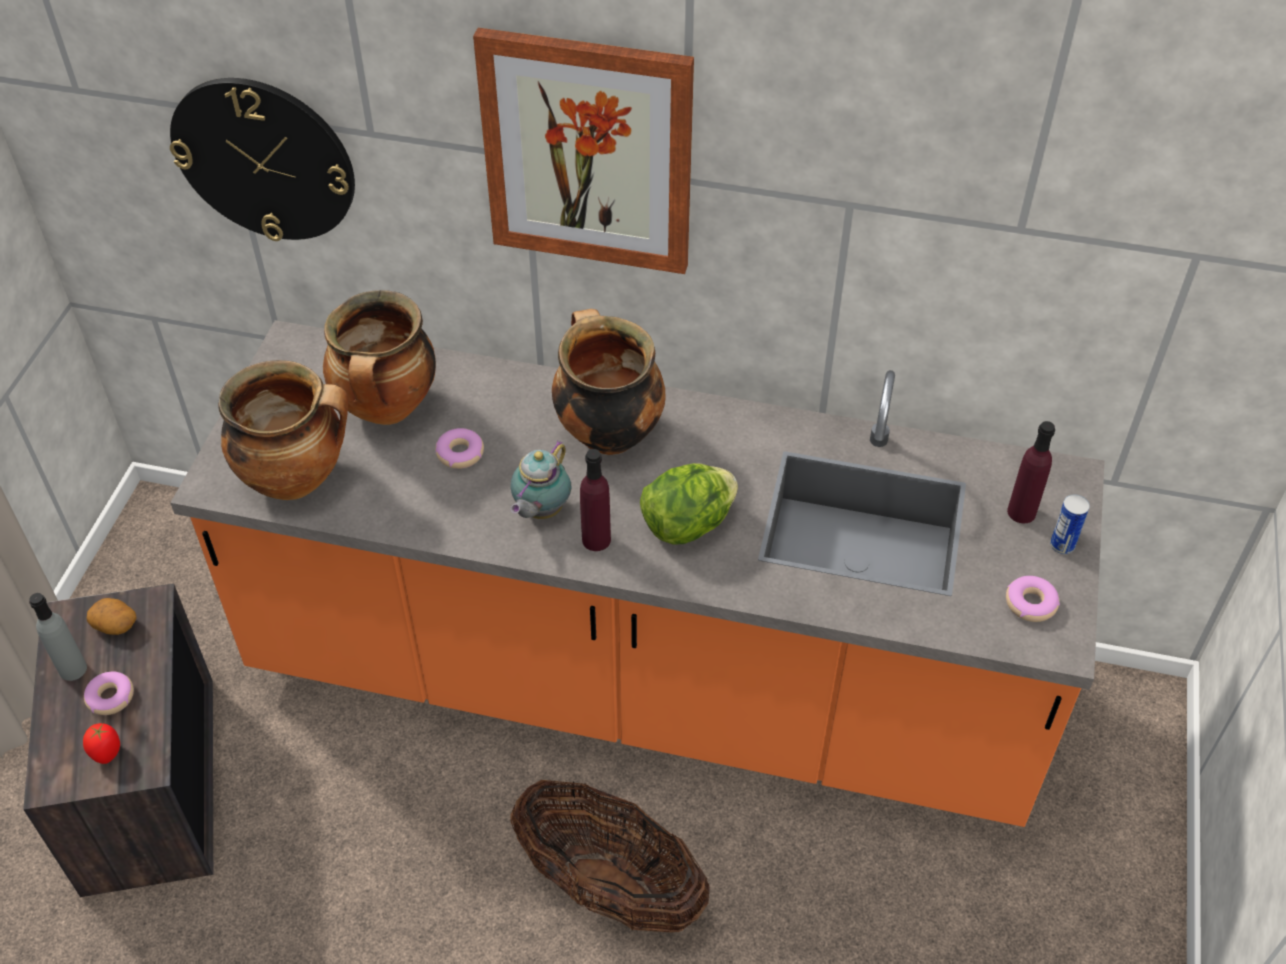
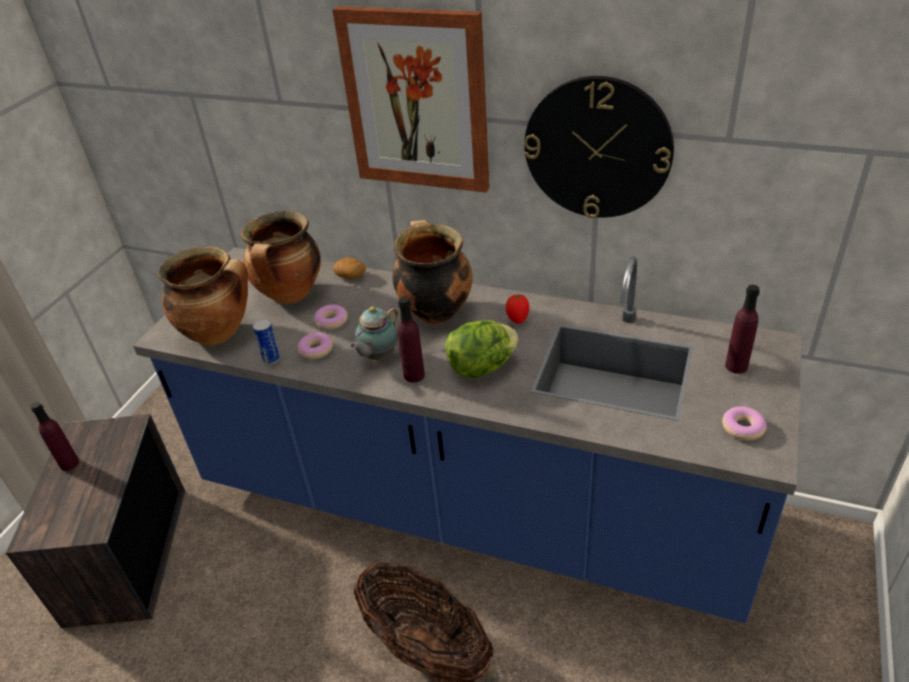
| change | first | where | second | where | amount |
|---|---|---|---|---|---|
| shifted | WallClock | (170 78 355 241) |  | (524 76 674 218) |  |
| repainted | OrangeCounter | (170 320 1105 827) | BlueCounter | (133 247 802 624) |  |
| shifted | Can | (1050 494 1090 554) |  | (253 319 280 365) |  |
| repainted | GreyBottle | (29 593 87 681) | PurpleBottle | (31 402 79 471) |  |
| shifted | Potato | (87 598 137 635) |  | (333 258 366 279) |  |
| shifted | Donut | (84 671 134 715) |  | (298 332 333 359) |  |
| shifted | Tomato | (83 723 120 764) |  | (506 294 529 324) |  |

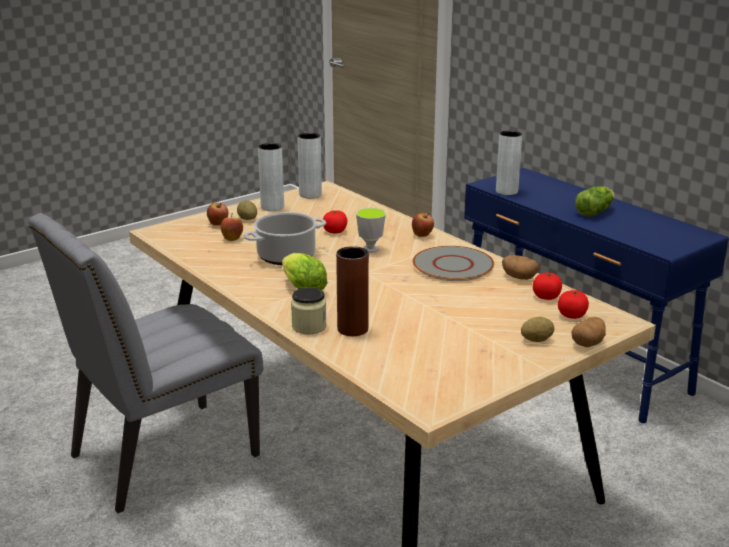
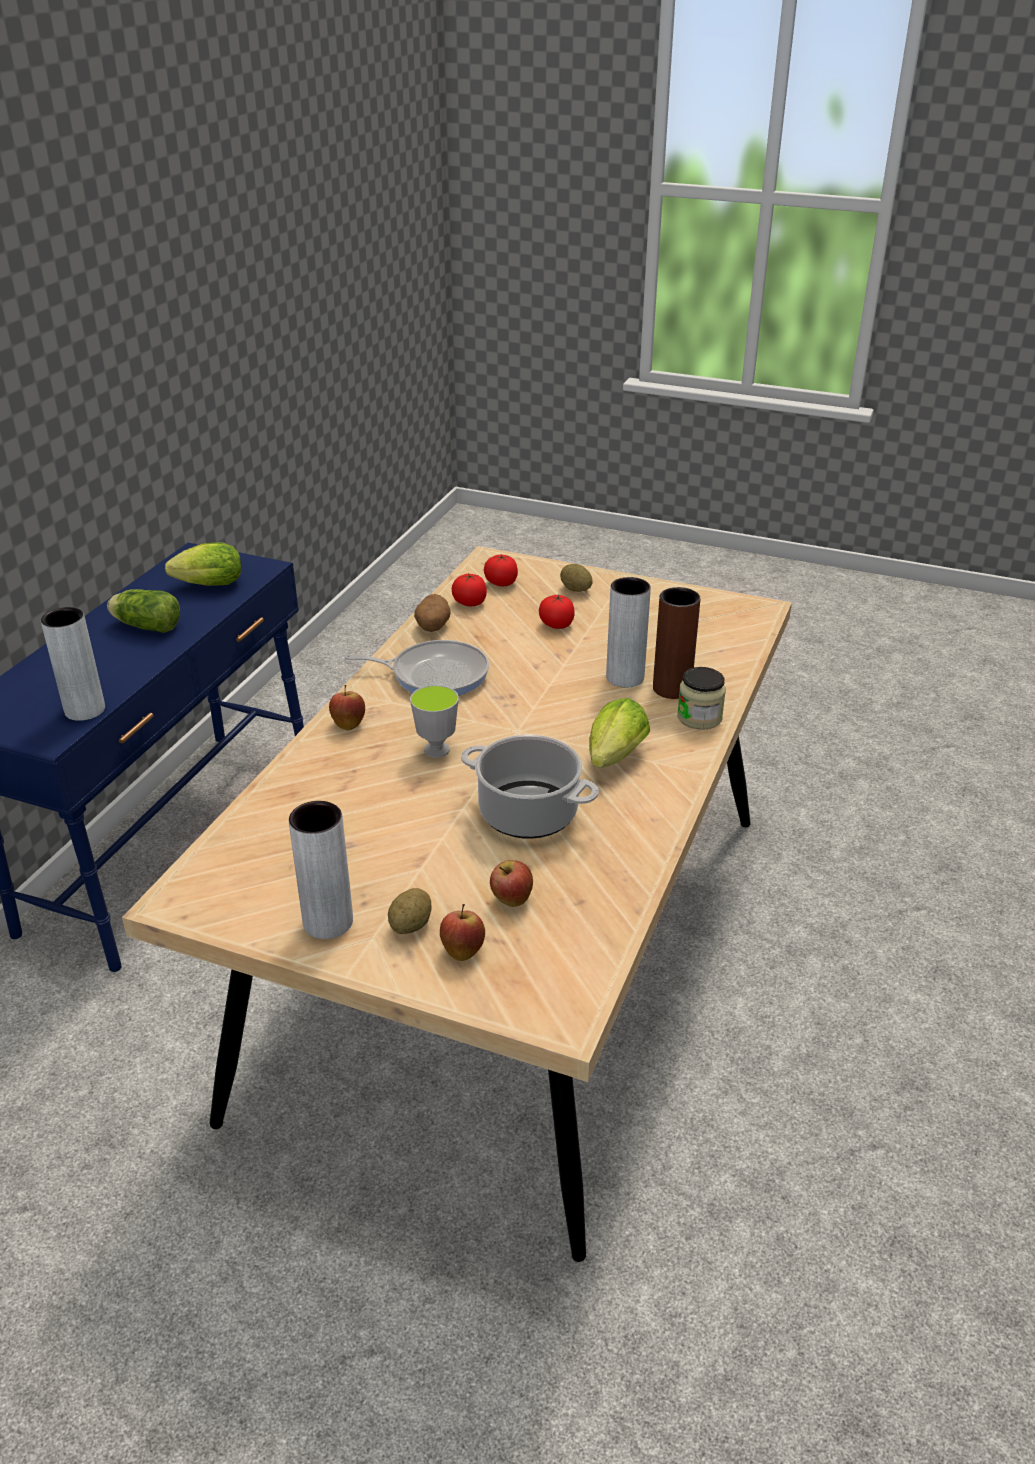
| change | first | where | second | where | amount |
|---|---|---|---|---|---|
| shifted | GreyVase | (297 133 322 199) |  | (606 577 651 688) |  |
| shifted | Tomato | (323 211 347 233) |  | (539 594 575 629) |  |
| gone | GreyChair | (28 213 263 513) |  |  |  |
| swapped | GreyPlate | (413 246 494 281) | FryingPan | (345 640 489 696) |  |
| gone | Potato | (572 317 606 347) |  |  |  |
| new |  |  | Lettuce | (165 542 241 586) |  |

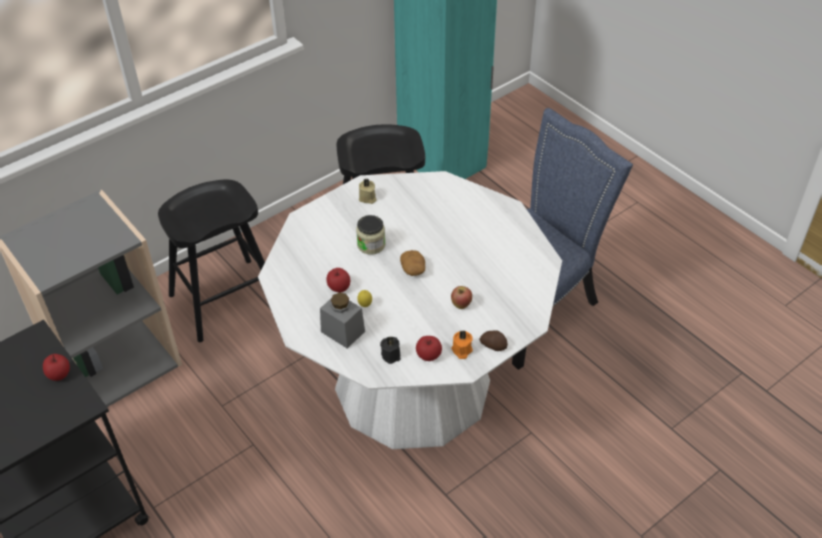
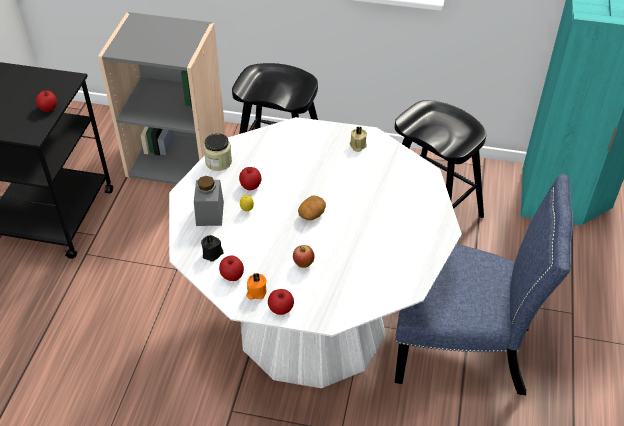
| change | first | where | second | where | amount |
|---|---|---|---|---|---|
| shifted | Jar | (356 215 386 255) |  | (203 133 232 171) |  |
| swapped | Potato | (480 330 508 351) | Apple | (268 289 294 315) |  |

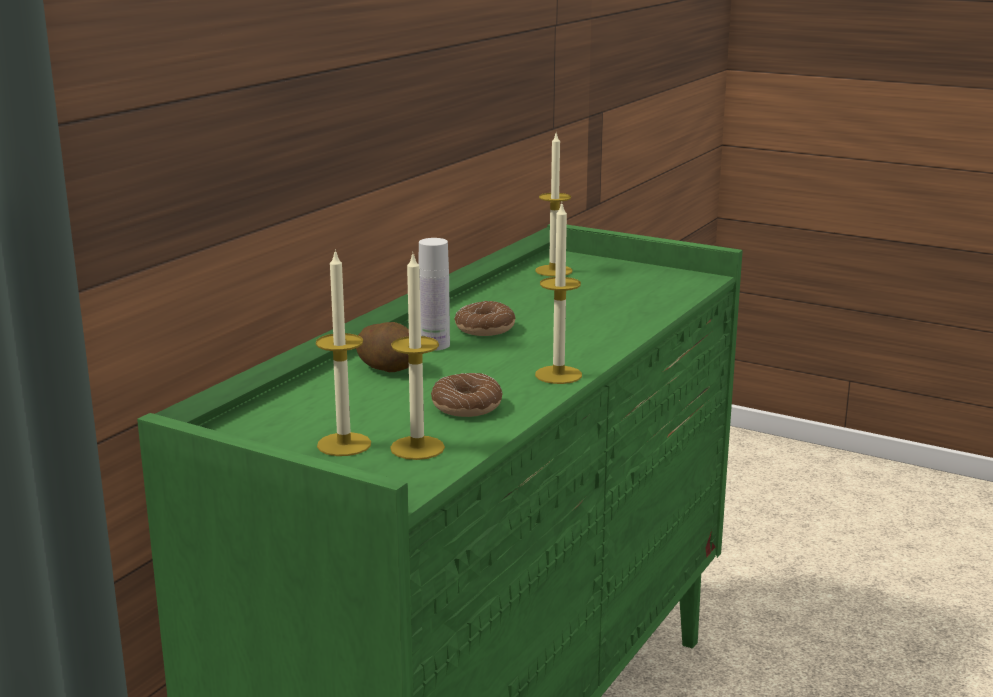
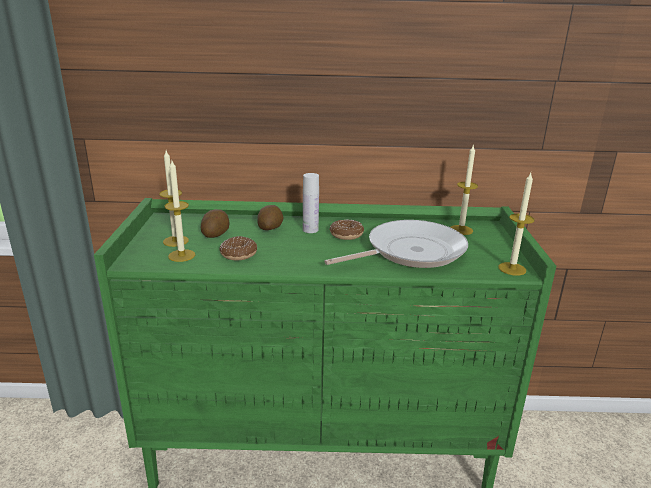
| change | first | where | second | where | amount |
|---|---|---|---|---|---|
| shifted | Candle | (535 204 582 384) |  | (498 173 535 276) |  |
| new |  |  | Potato | (201 209 230 238) |  |
| new |  |  | FryingPan | (324 220 468 268) |  |

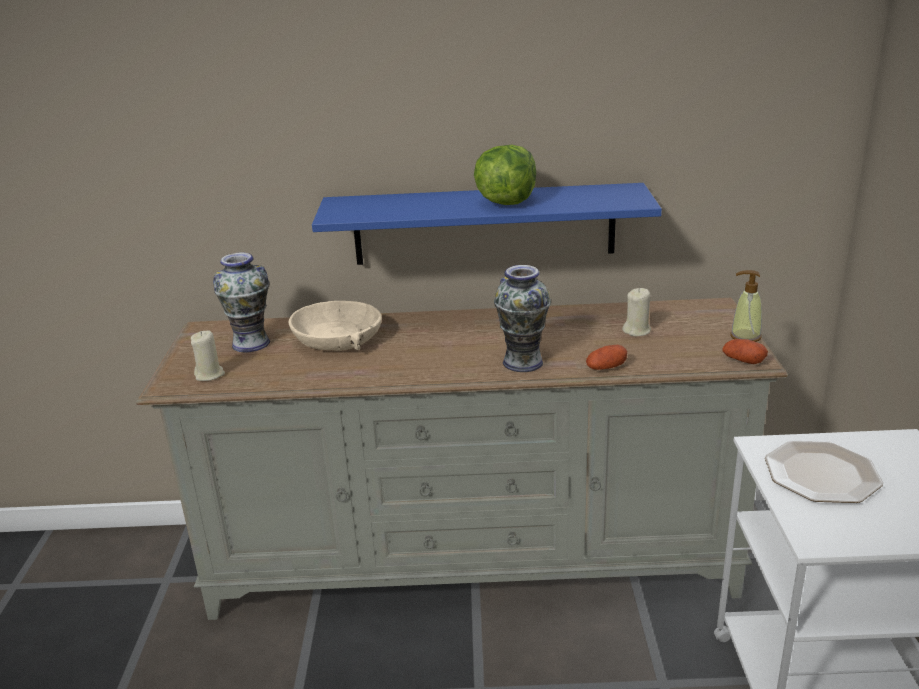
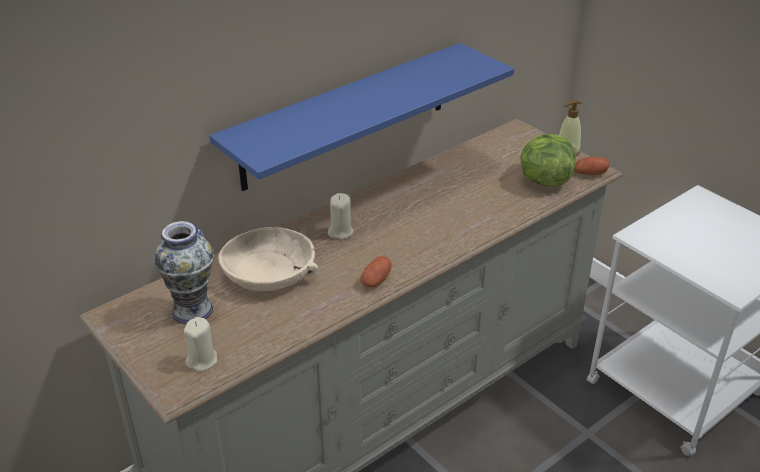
| change | first | where | second | where | amount |
|---|---|---|---|---|---|
| shifted | Lettuce | (474 145 536 205) |  | (520 134 576 187) |  |
| gone | Vase | (494 265 551 372) |  |  |  |
| shifted | BeigeCandle | (622 288 651 336) |  | (328 193 354 240) |  |
| shifted | Potato | (586 345 627 370) |  | (360 256 392 288) |  |
| gone | Plate | (765 441 883 503) |  |  |  |

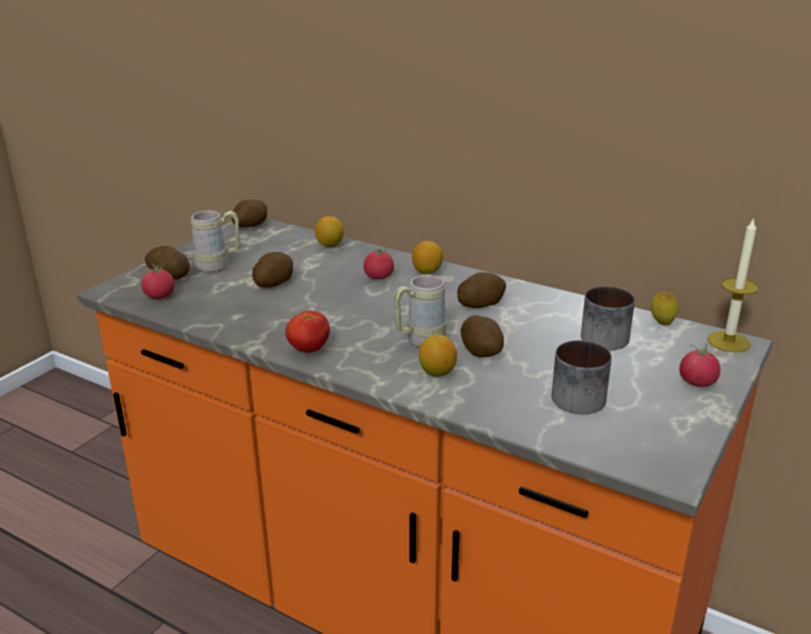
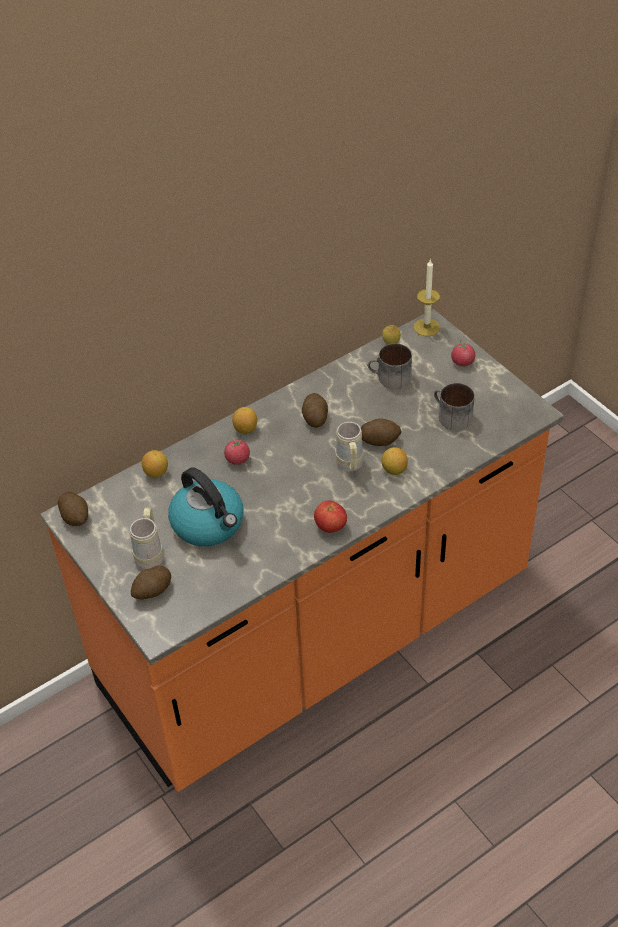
| change | first | where | second | where | amount |
|---|---|---|---|---|---|
| swapped | Potato | (252 252 293 288) | Kettle | (168 467 244 547) |  |
| gone | Tomato | (141 263 175 299) |  |  |  |

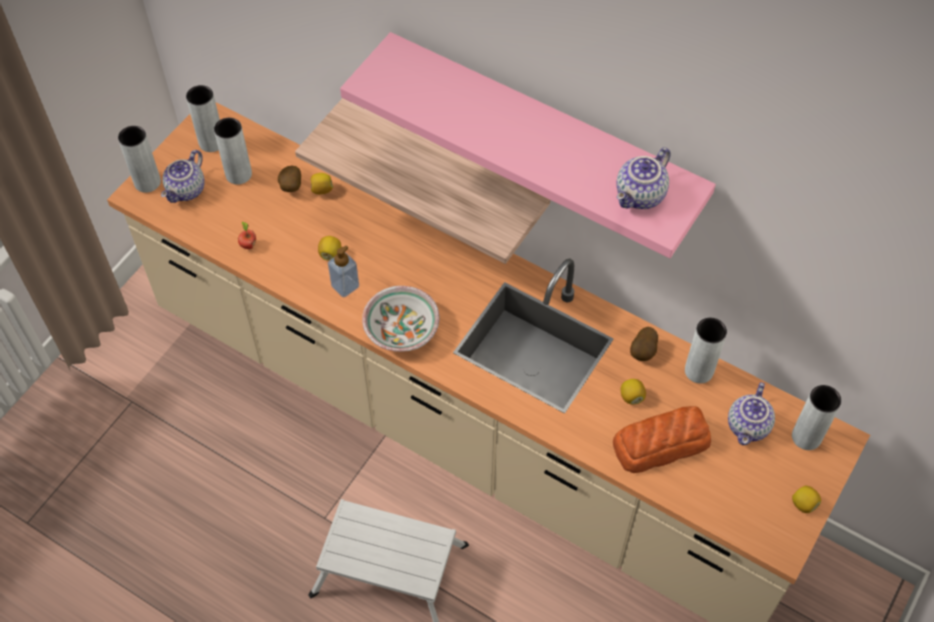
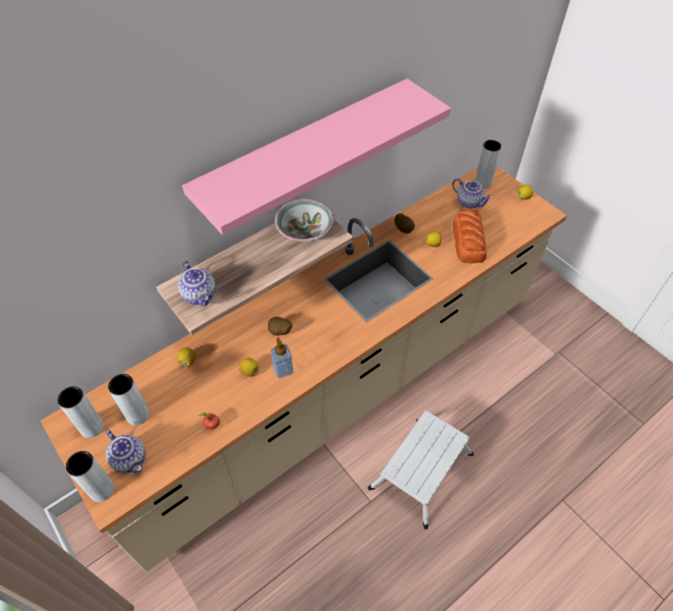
| change | first | where | second | where | amount |
|---|---|---|---|---|---|
| shifted | Teapot | (616 147 671 209) |  | (178 260 216 306) |  |
| shifted | Potato | (278 166 301 192) |  | (268 317 292 336) |  |
| shifted | Bowl | (362 286 440 352) |  | (275 199 335 241) |  |
| gone | GreyVase | (685 317 727 383) |  |  |  |

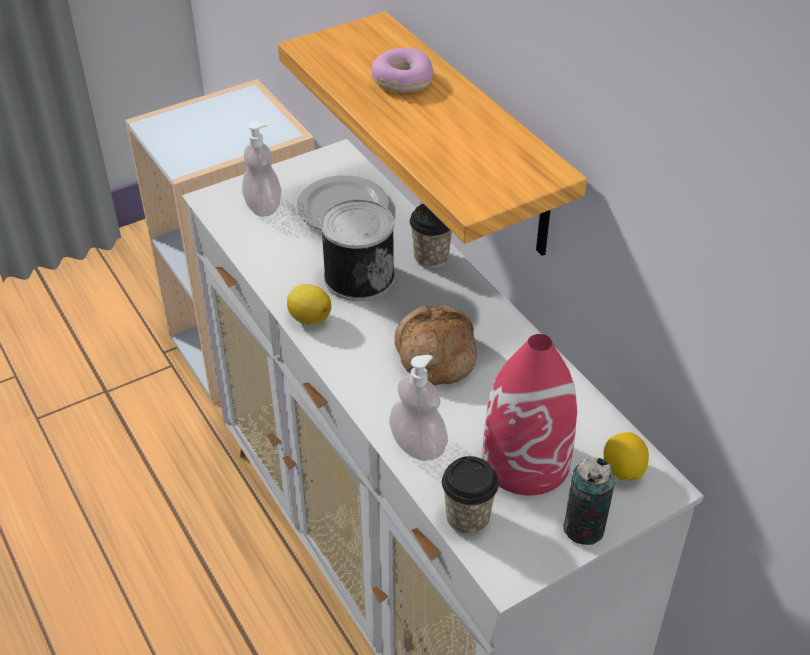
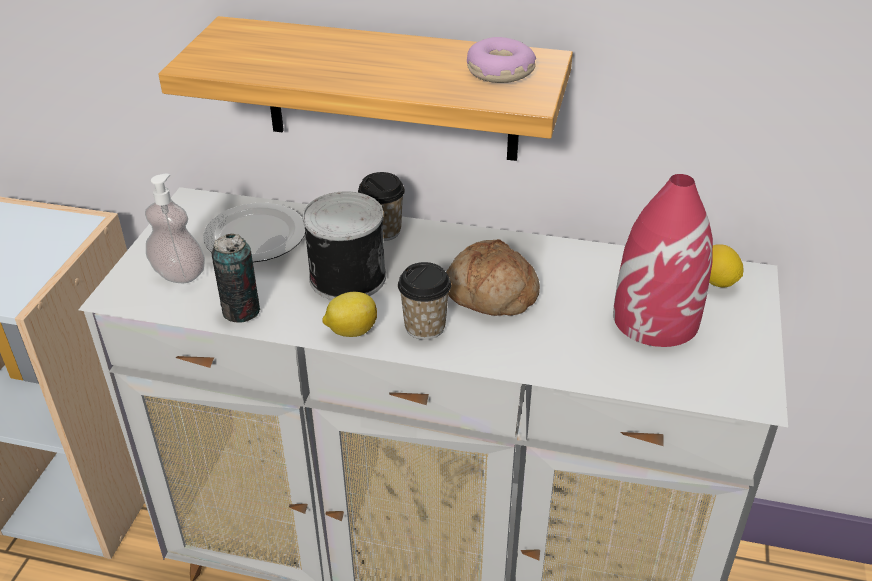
| change | first | where | second | where | amount |
|---|---|---|---|---|---|
| shifted | Donut | (372 48 434 92) |  | (467 37 536 83) |  |
| gone | SoapDispenser | (389 355 448 461) |  |  |  |
| shifted | Cup | (442 456 499 535) |  | (398 262 451 340) |  |
| shifted | Can | (563 457 615 545) |  | (212 233 260 323) |  |

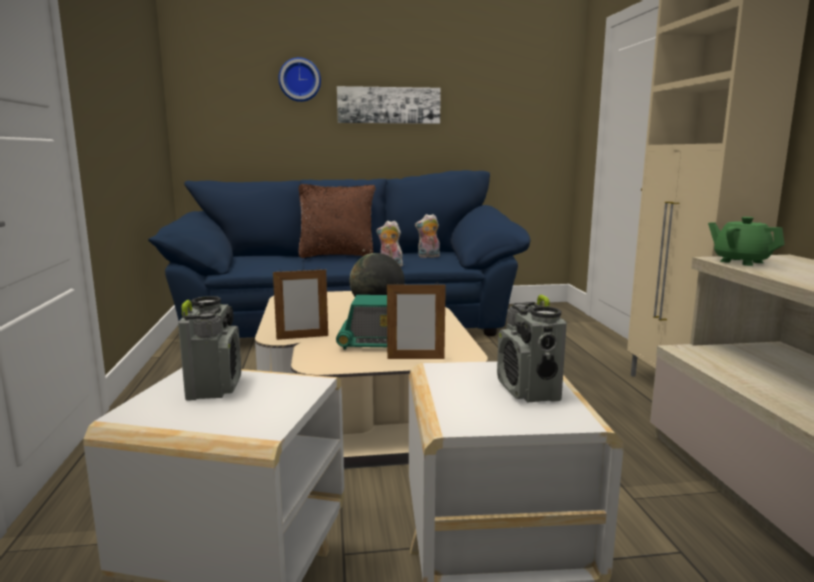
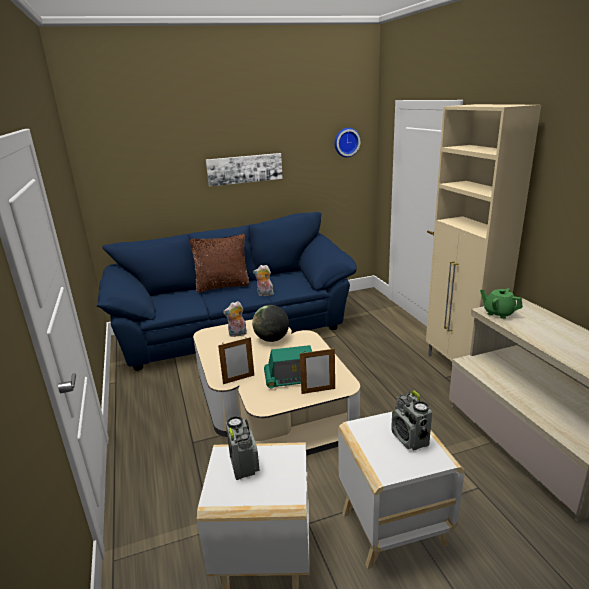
| change | first | where | second | where | amount |
|---|---|---|---|---|---|
| shifted | WallClock | (278 57 321 102) |  | (335 128 361 157) |  |
| shifted | PlushToy | (415 214 440 258) |  | (223 301 247 337) |  |

